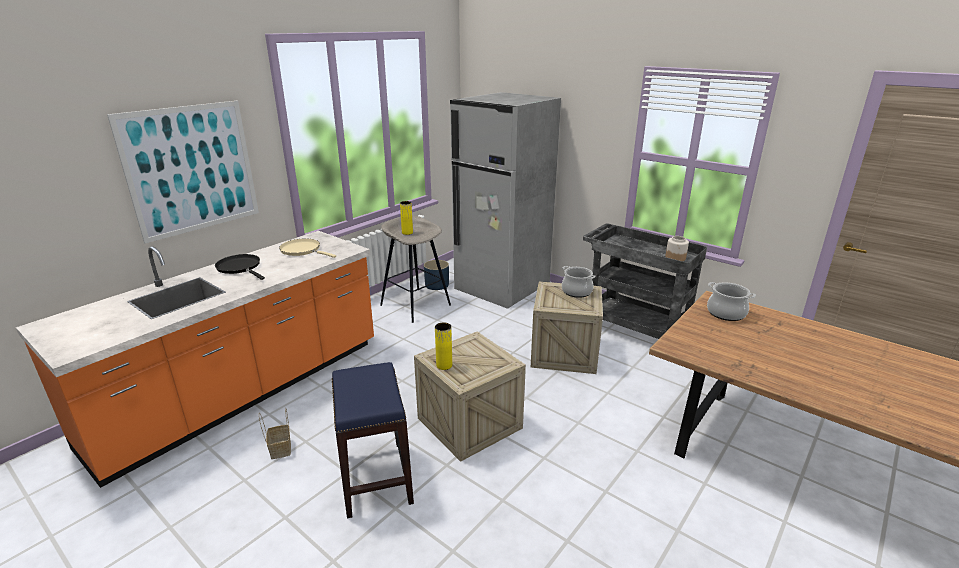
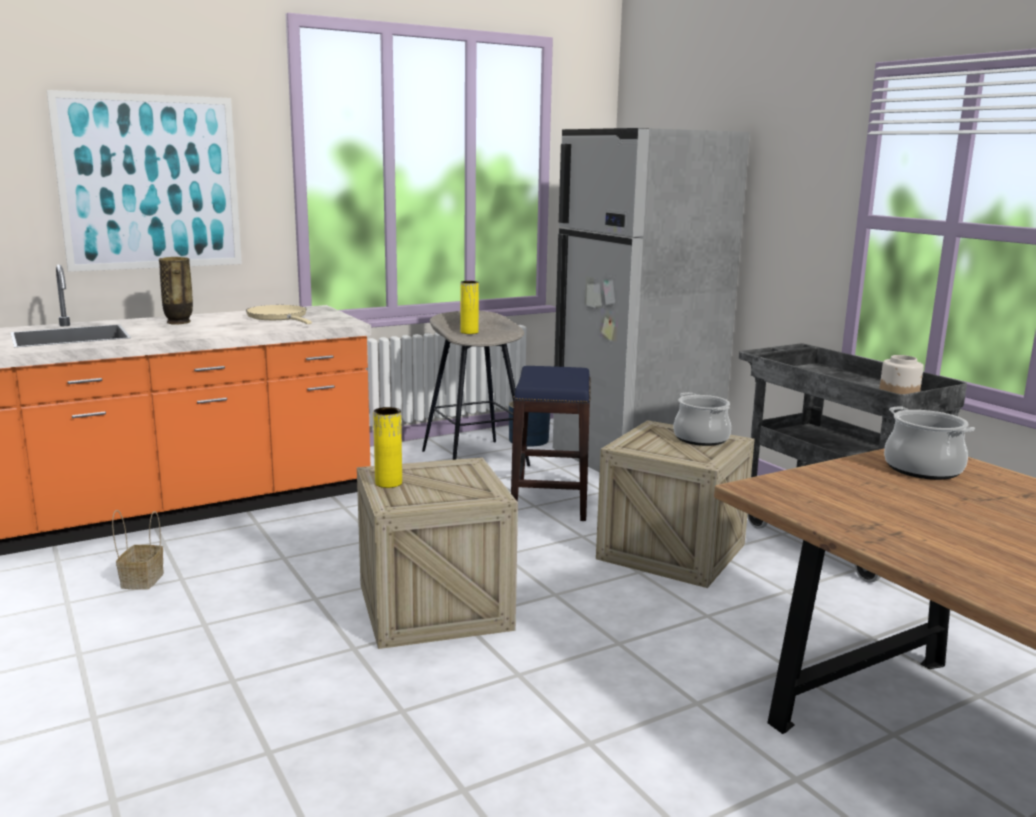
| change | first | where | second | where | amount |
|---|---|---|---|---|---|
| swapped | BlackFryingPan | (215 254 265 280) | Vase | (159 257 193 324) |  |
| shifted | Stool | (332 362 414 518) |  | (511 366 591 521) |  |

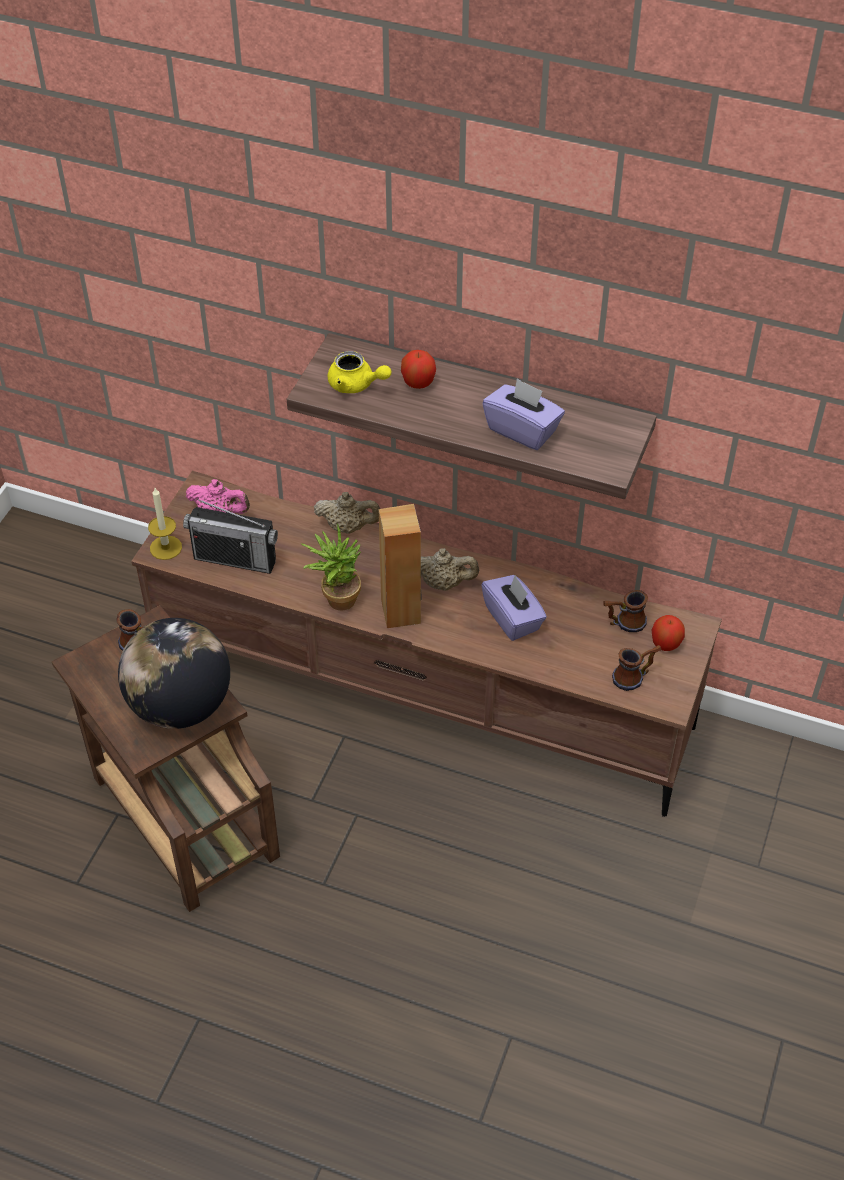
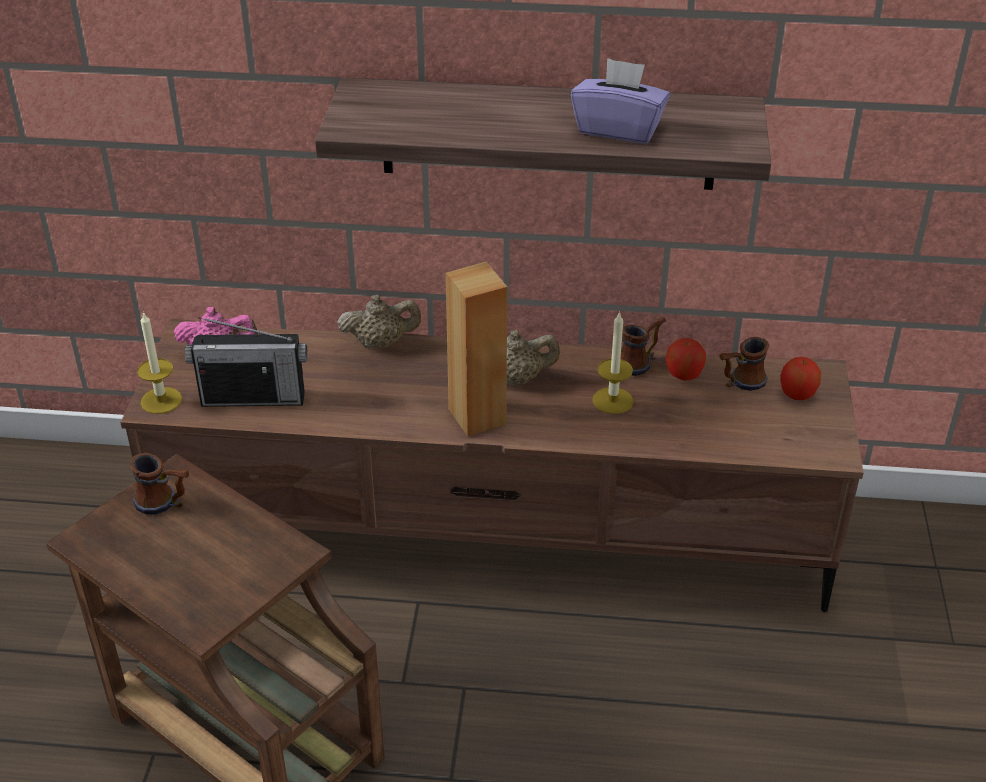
| change | first | where | second | where | amount |
|---|---|---|---|---|---|
| shifted | Apple | (401 350 436 389) |  | (665 338 706 380) |  |
| gone | YellowTeapot | (327 351 391 393) |  |  |  |
| gone | PottedPlant | (301 523 361 611) |  |  |  |
| swapped | PurpleTissueBox | (481 575 547 641) | Candle | (592 311 633 414) |  |
| gone | Globe | (118 618 230 729) |  |  |  |
| shifted | Mug | (612 645 662 691) |  | (621 317 666 376) |  |

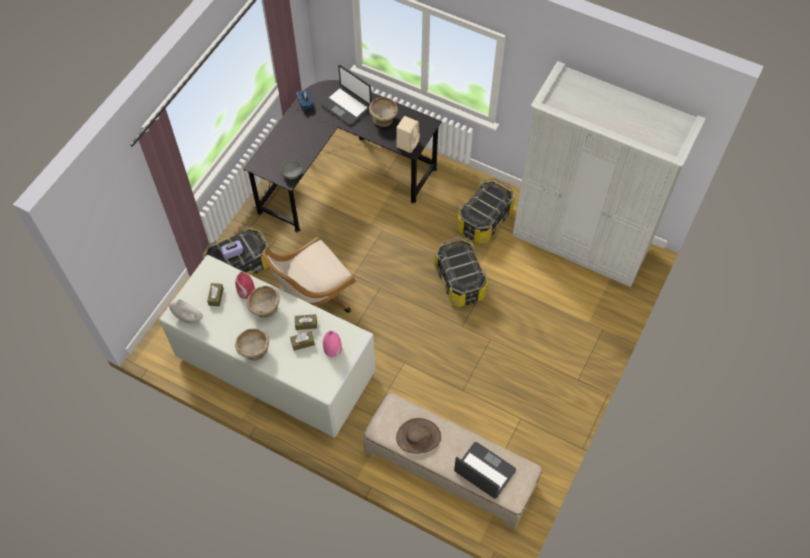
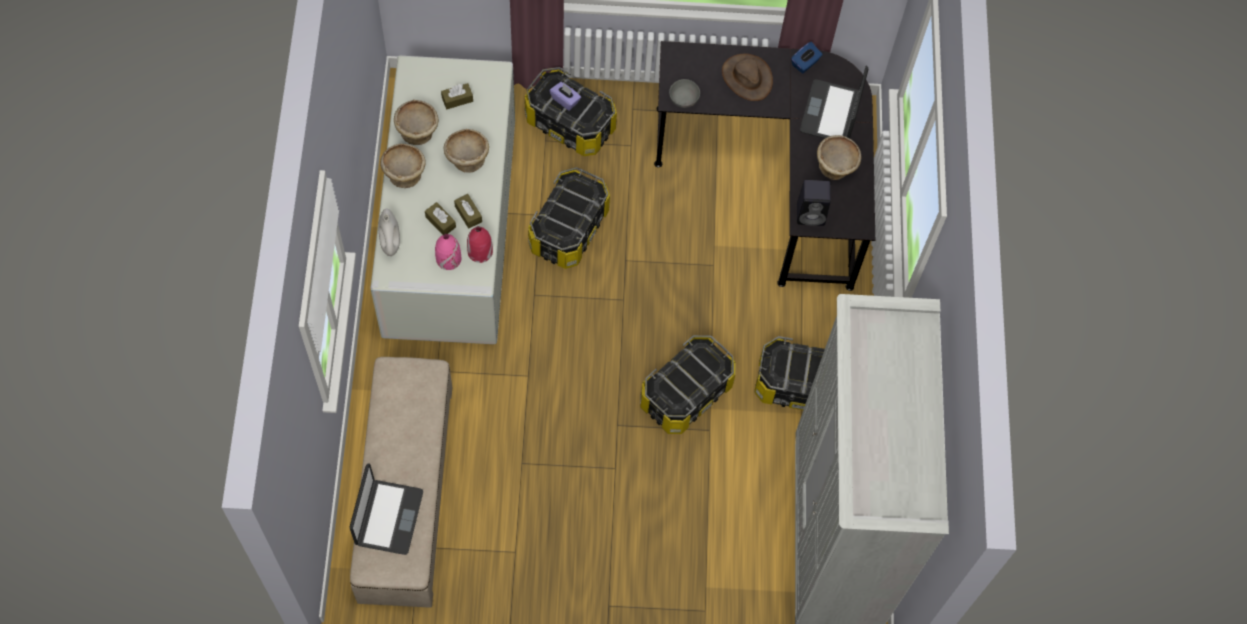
| change | first | where | second | where | amount |
|---|---|---|---|---|---|
| repainted | BeigeSpeaker | (396 116 420 153) | BlackSpeaker | (797 180 830 226) |  |
| swapped | OfficeChair | (262 237 356 313) | StorageBox | (528 167 610 269) |  |
| shifted | RedVase | (235 272 255 299) |  | (467 226 493 263) |  |
| shifted | WhiteVase | (169 299 203 324) |  | (378 208 400 256) |  |
| shifted | BrownHat | (396 418 441 454) |  | (722 54 773 101) |  |
| new |  |  | BeigeBowl | (394 100 438 145) |  |

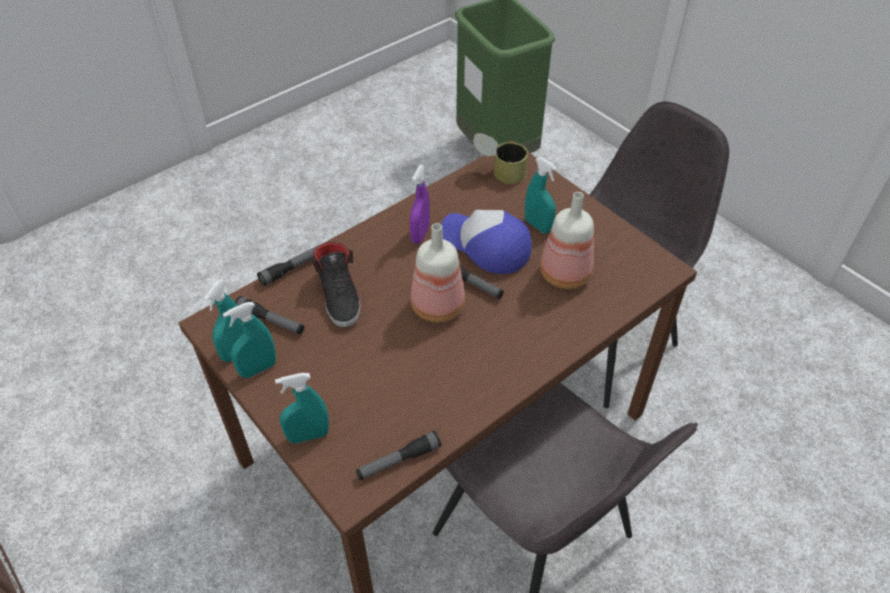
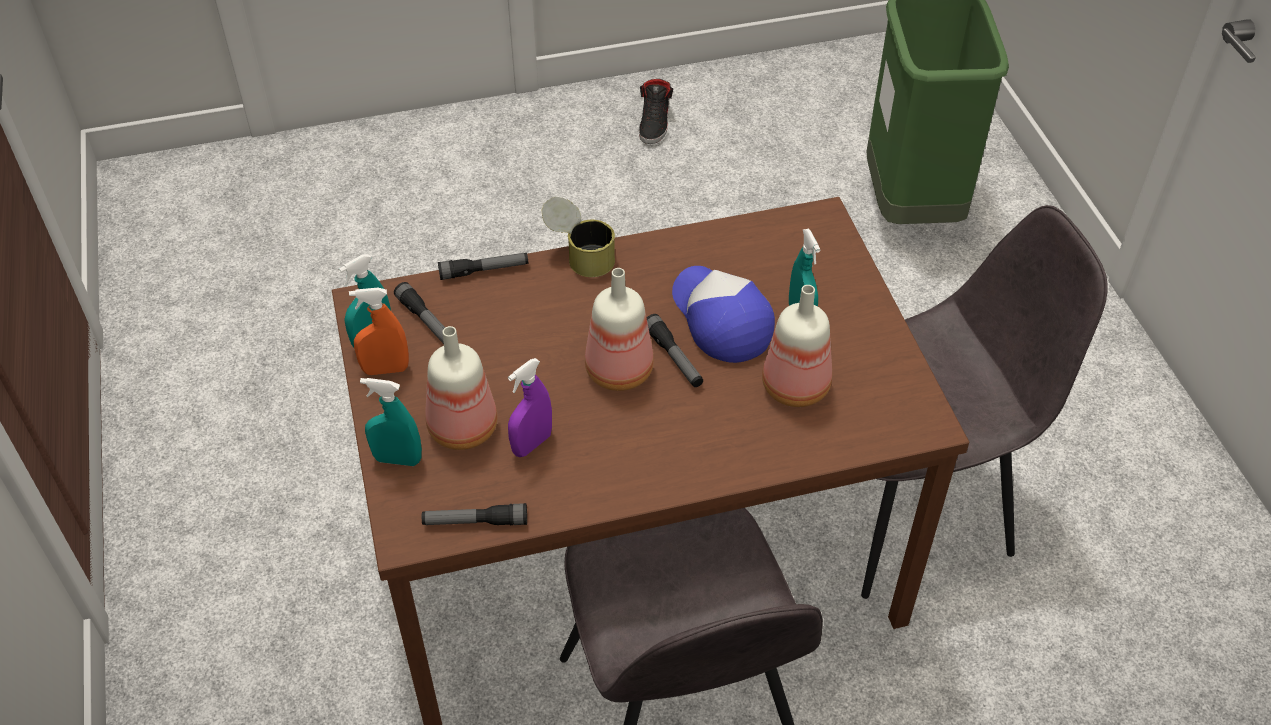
| change | first | where | second | where | amount |
|---|---|---|---|---|---|
| shifted | Can | (473 133 529 184) |  | (542 197 615 277) |  |
| shifted | PurpleSprayBottle | (410 165 430 244) |  | (508 358 552 457) |  |
| shifted | BlackShoe | (312 242 360 327) |  | (639 79 673 144) |  |
| repainted | TurquoiseSprayBottle | (223 302 276 378) | OrangeSprayBottle | (349 288 409 375) |  |
| new |  |  | Bottle | (425 326 498 450) |  |

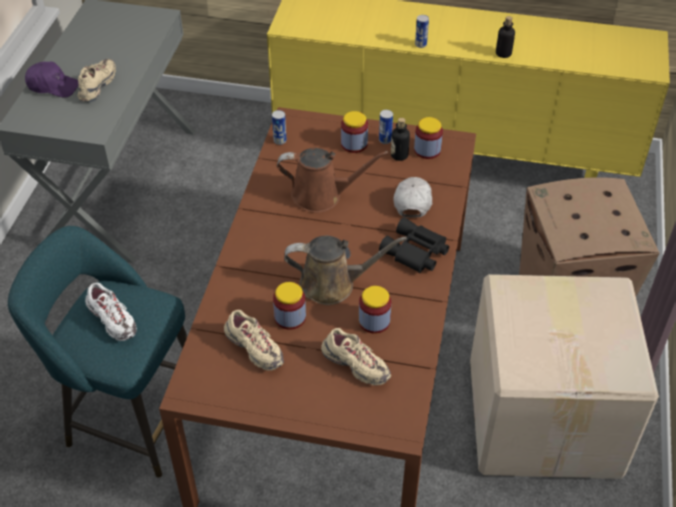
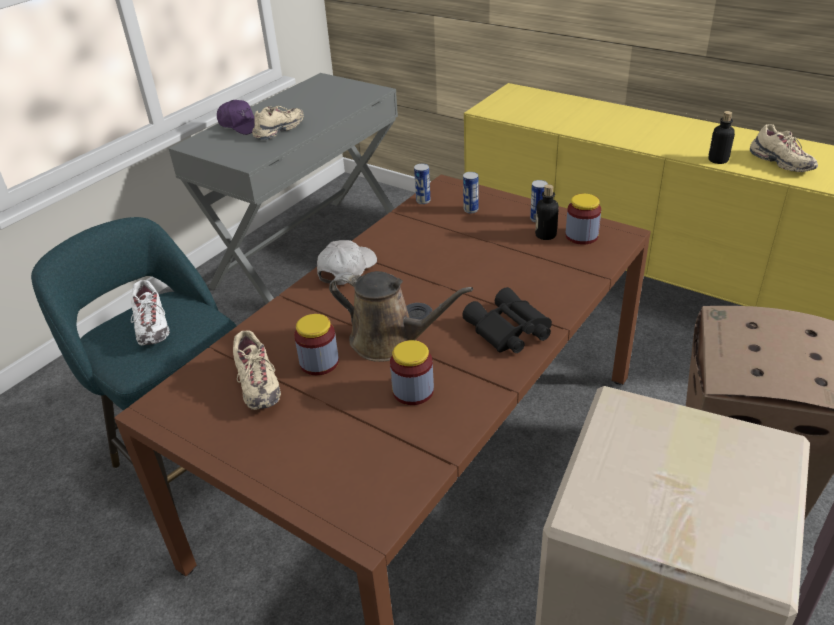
| change | first | where | second | where | amount |
|---|---|---|---|---|---|
| shifted | Can | (415 15 429 48) |  | (463 172 478 213) |  |
| gone | Jar | (341 111 368 153) |  |  |  |
| gone | BrownWateringCan | (277 148 389 213) |  |  |  |
| shifted | WhiteCap | (393 177 432 218) |  | (317 240 377 285) |  |
| shifted | BeigeShoe | (321 328 391 386) |  | (750 124 818 172) |  |

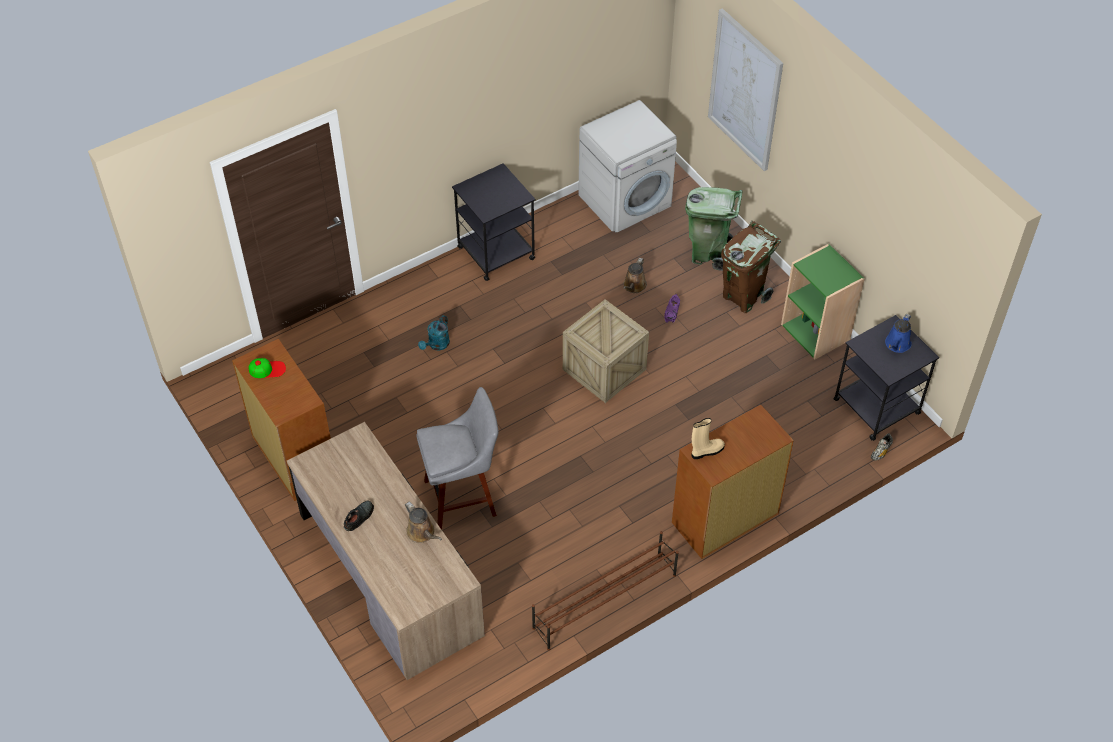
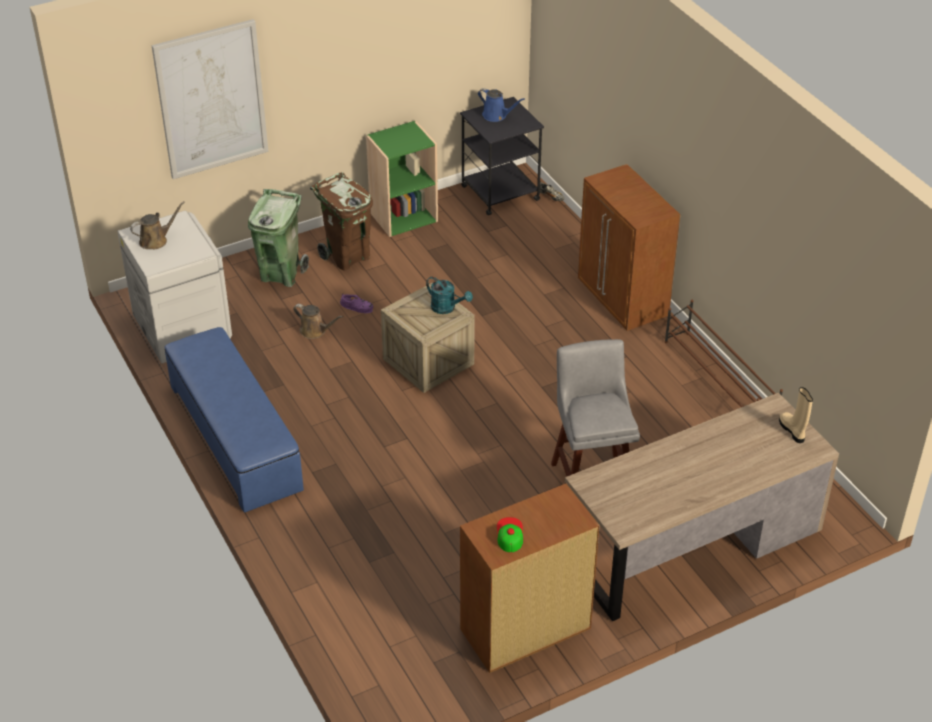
| change | first | where | second | where | amount |
|---|---|---|---|---|---|
| swapped | BlackCart | (452 163 535 281) | BlueBench | (165 327 304 513) |  |
| shifted | TurquoiseWateringCan | (418 315 450 351) |  | (426 277 473 314) |  |
| shifted | BeigeBoot | (692 418 725 459) |  | (779 387 813 443) |  |
| gone | BlackShoe | (344 500 374 531) |  |  |  |
| shifted | BrownWateringCan | (405 502 442 543) |  | (130 201 185 249) |  |

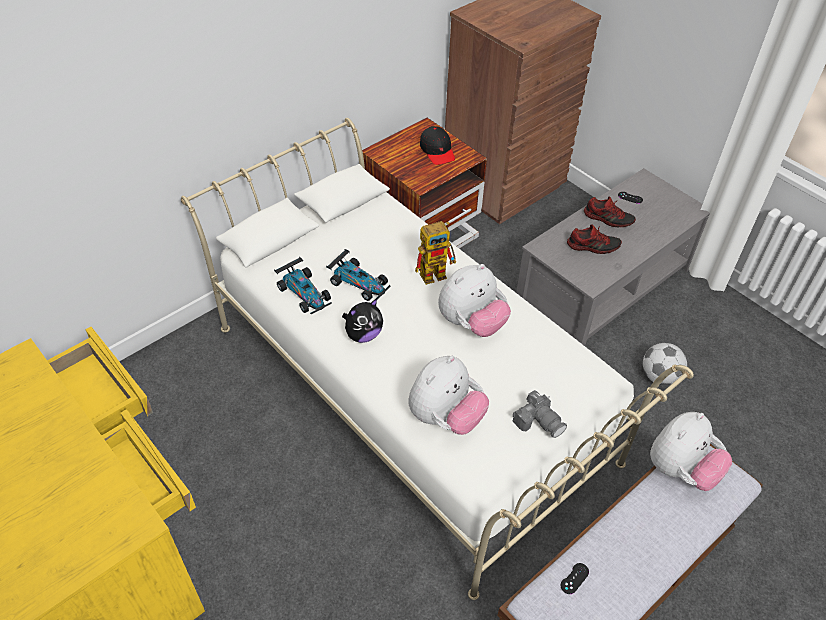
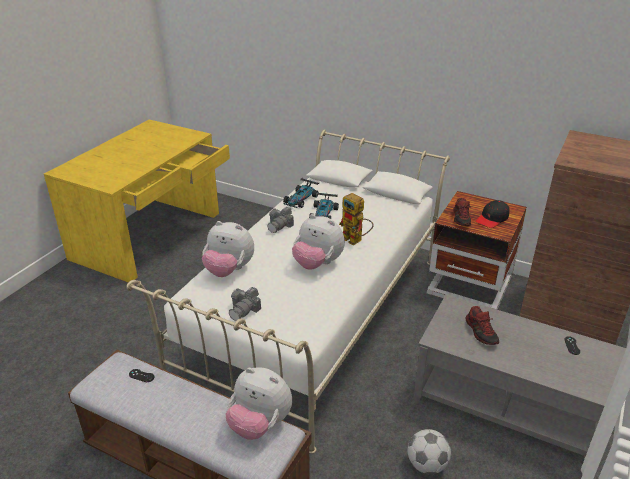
| change | first | where | second | where | amount |
|---|---|---|---|---|---|
| shifted | Shoe | (584 197 636 227) |  | (453 198 471 226) |  |
| swapped | PlushToy | (342 299 383 343) | PhotoCamera | (267 207 294 233) |  |

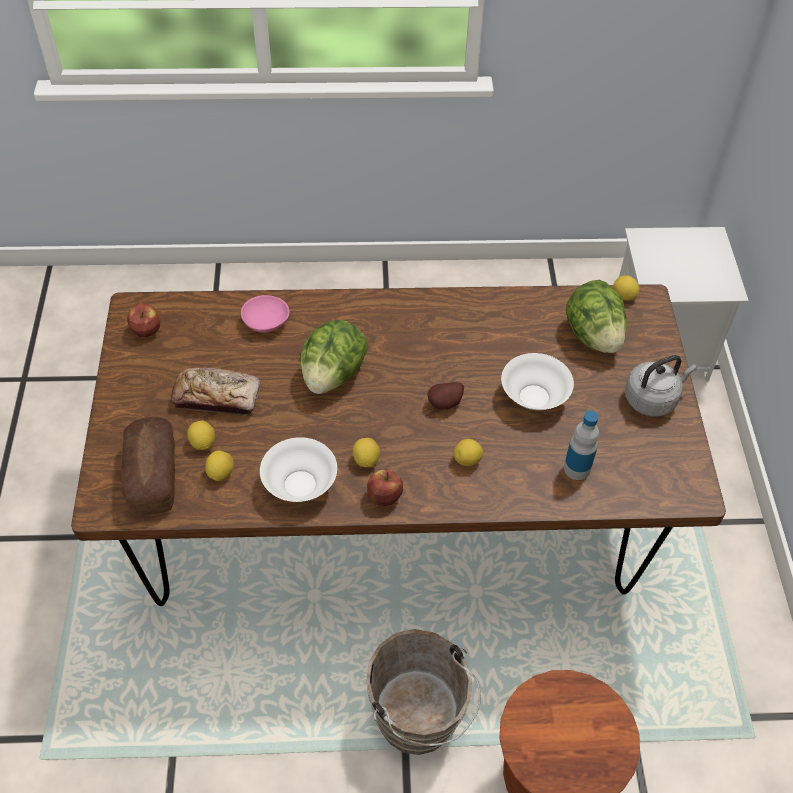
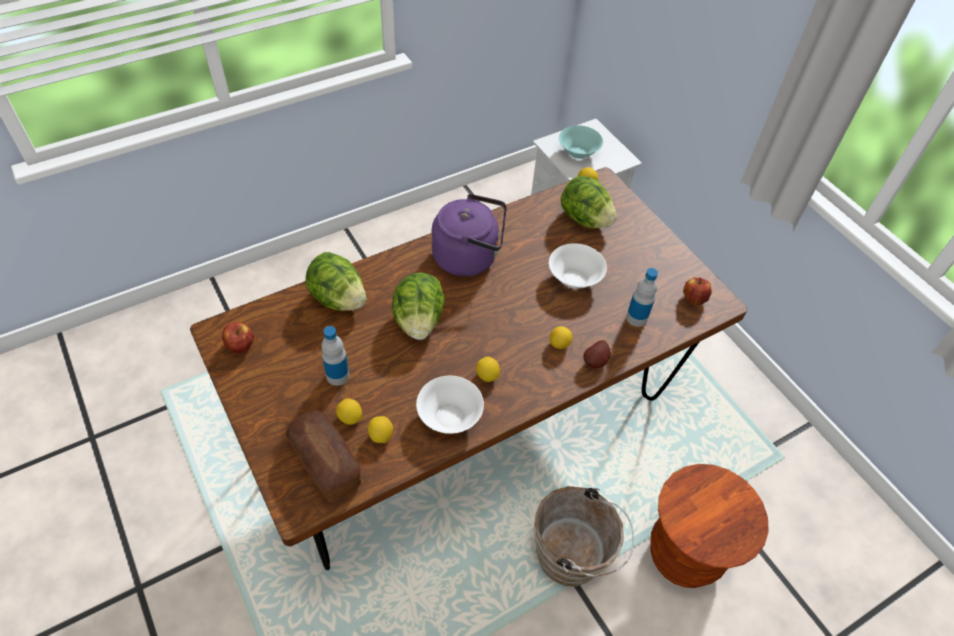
| change | first | where | second | where | amount |
|---|---|---|---|---|---|
| swapped | PinkBowl | (241 295 290 333) | Lettuce | (305 252 366 311) |  |
| gone | GreyKettle | (625 355 697 416) |  |  |  |
| swapped | Bread | (171 368 260 416) | Bottle | (321 326 349 386) |  |
| shifted | Potato | (427 382 464 410) |  | (583 340 611 368) |  |
| shifted | Apple | (367 469 403 506) |  | (683 277 711 306) |  |
| new |  |  | TurquoiseBowl | (559 125 603 159) |  |
| new |  |  | PurpleKettle | (431 193 507 276) |  |

